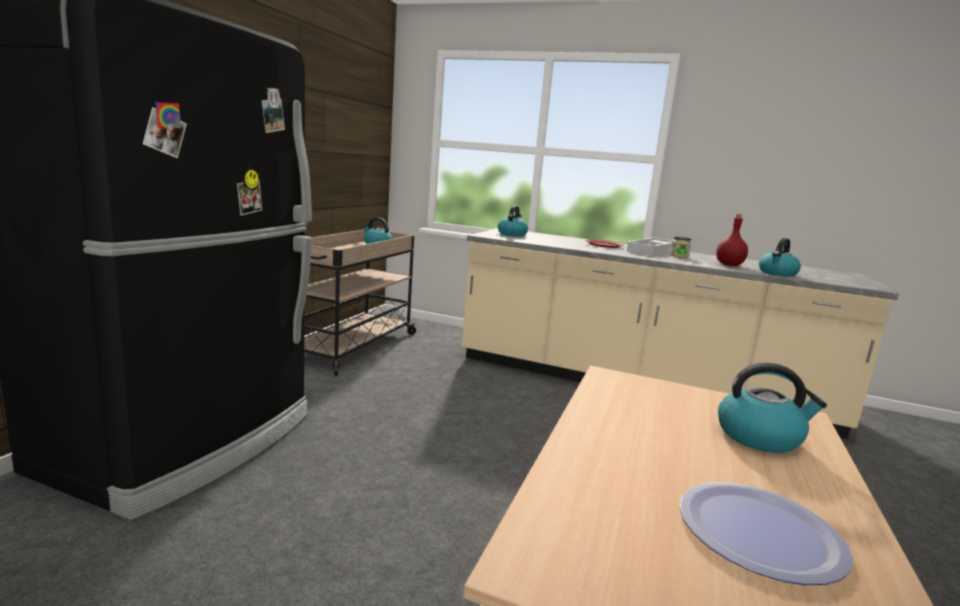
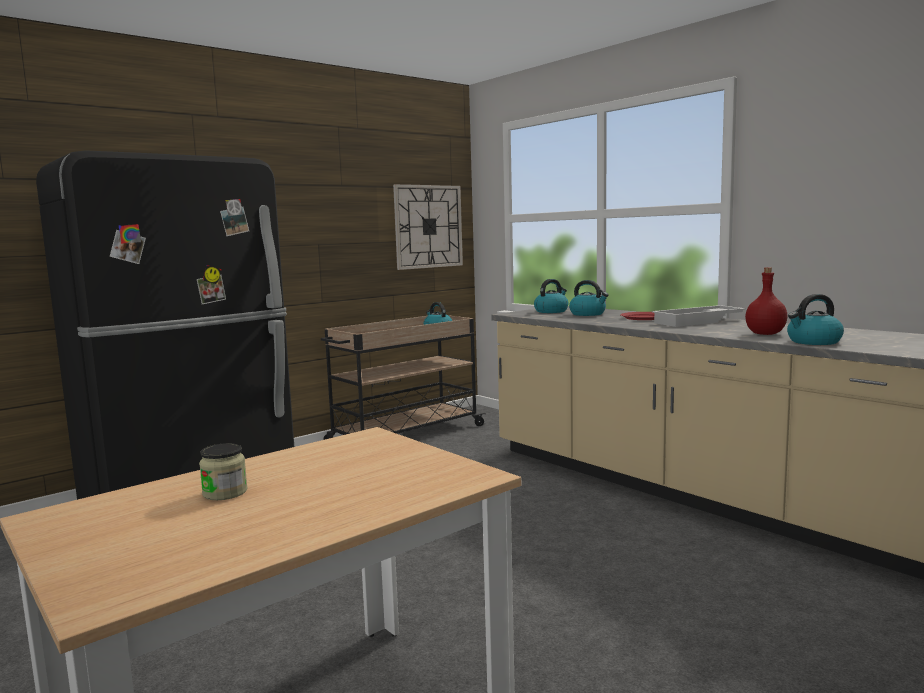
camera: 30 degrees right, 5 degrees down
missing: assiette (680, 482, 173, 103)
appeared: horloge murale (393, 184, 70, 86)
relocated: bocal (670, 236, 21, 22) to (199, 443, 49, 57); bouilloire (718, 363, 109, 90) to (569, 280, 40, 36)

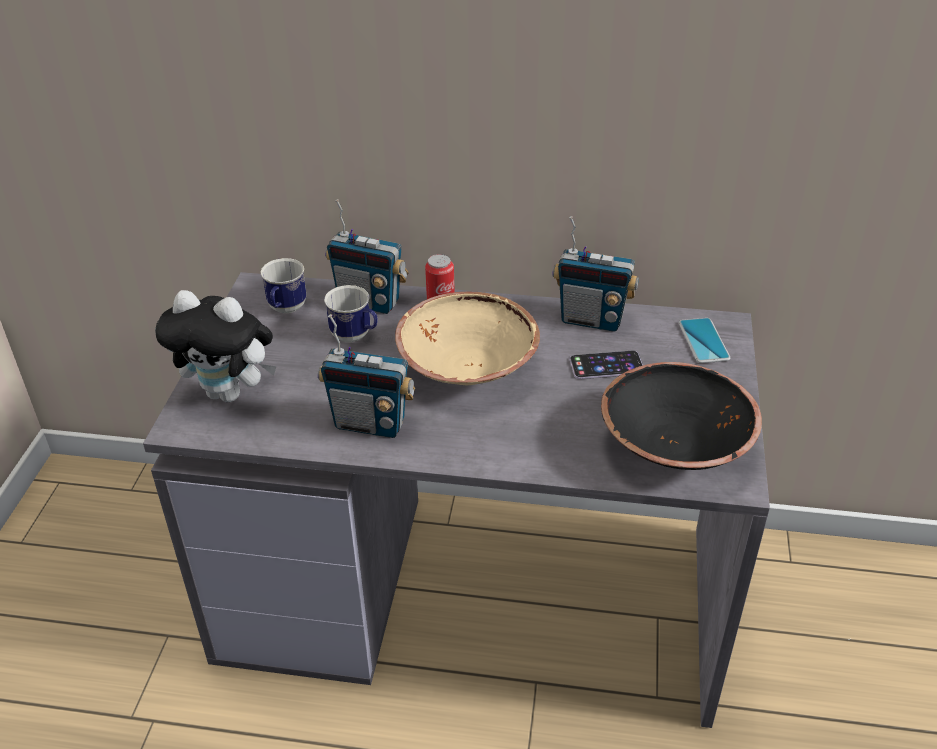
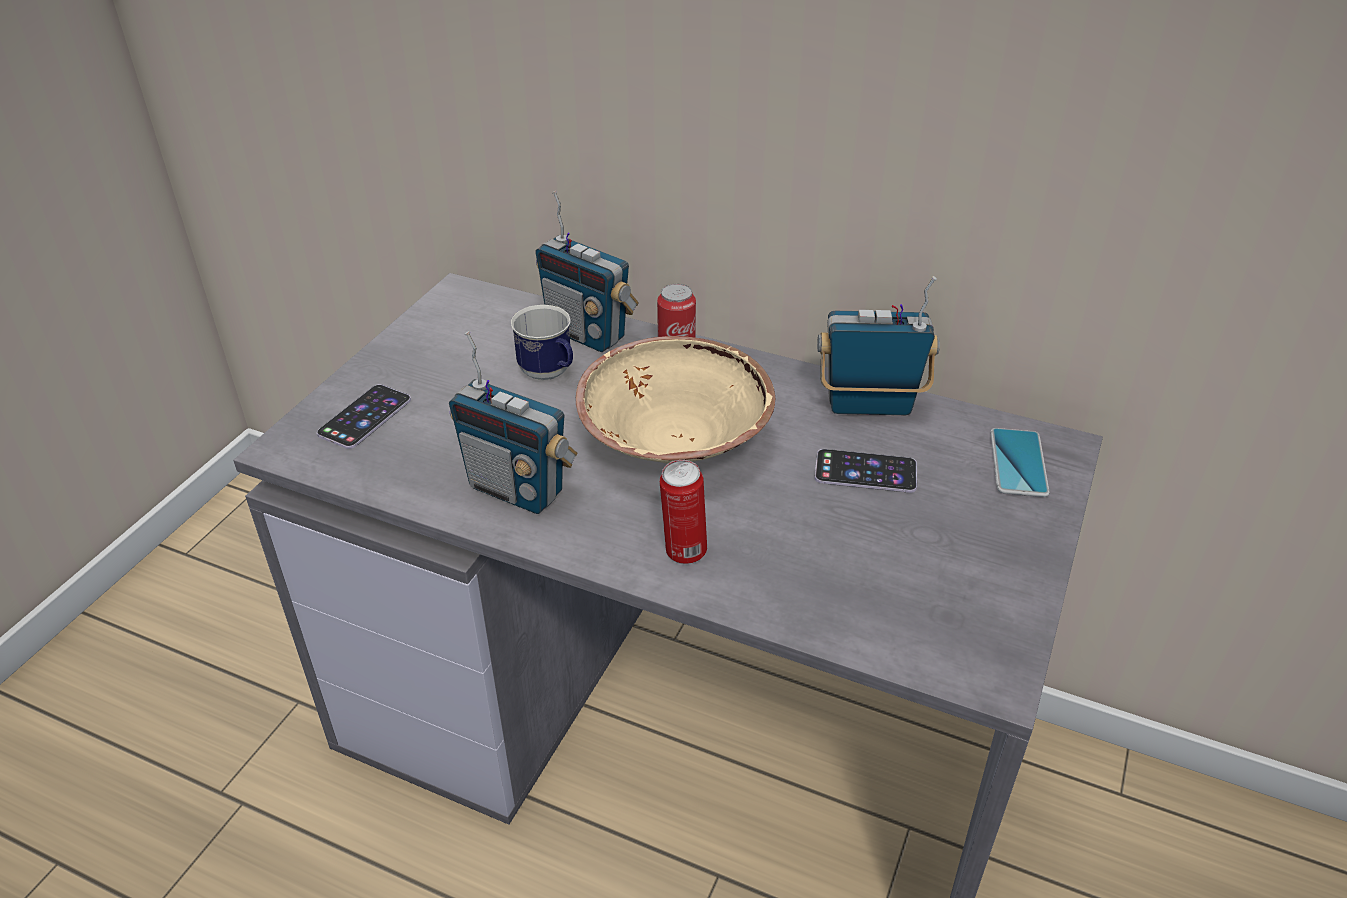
camera: 15 degrees right, 0 degrees up
missing: mug (260, 258, 47, 55); bol/noir (601, 362, 161, 108)
appeared: boîte métallique (660, 460, 47, 104)
exchanged: peluche (155, 290, 122, 112) to téléphone (317, 384, 94, 65)
spun: radio (552, 216, 87, 115) = (817, 276, 123, 139) 150 degrees clockwise

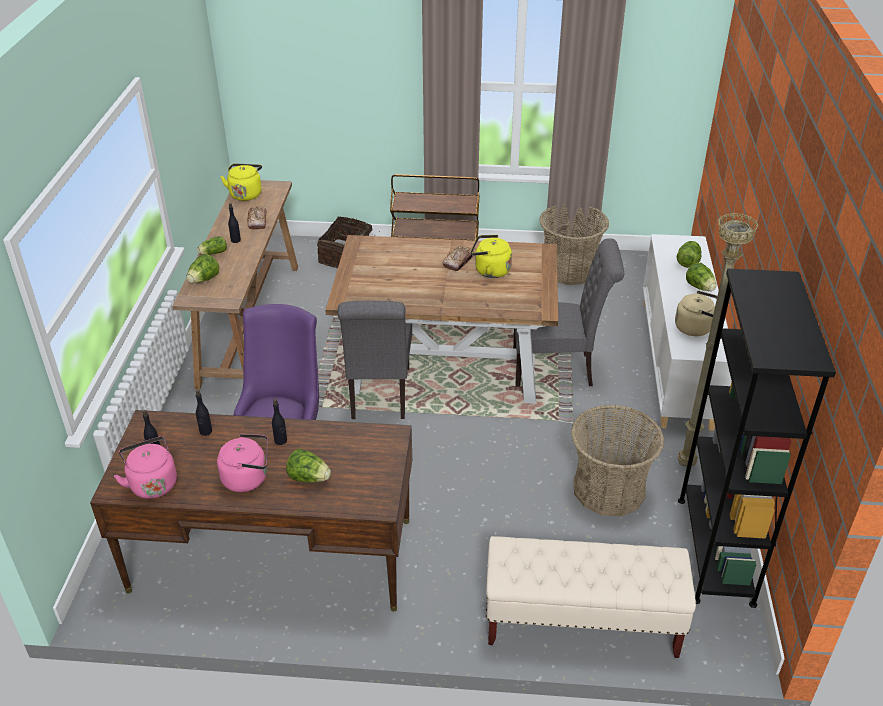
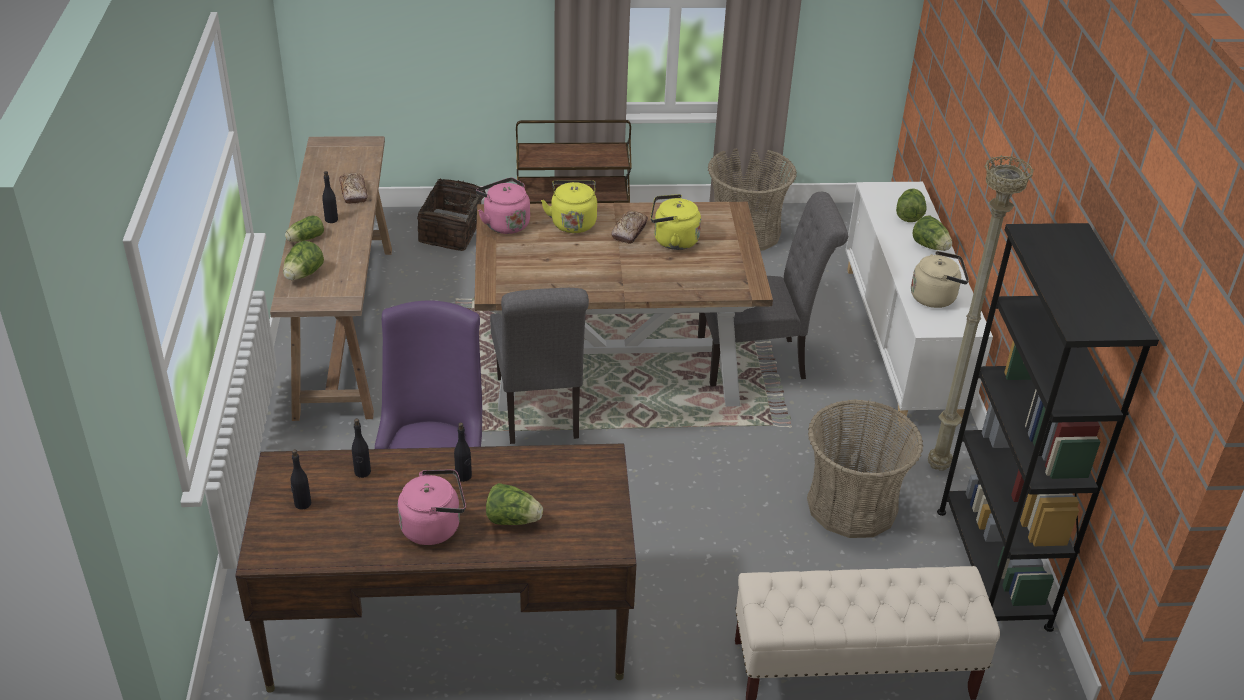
camera: 10 degrees left, 0 degrees up
relocated: bouilloire/jaune (220, 164, 42, 37) to (541, 180, 56, 53); bouilloire/rose (114, 436, 63, 63) to (476, 178, 54, 56)

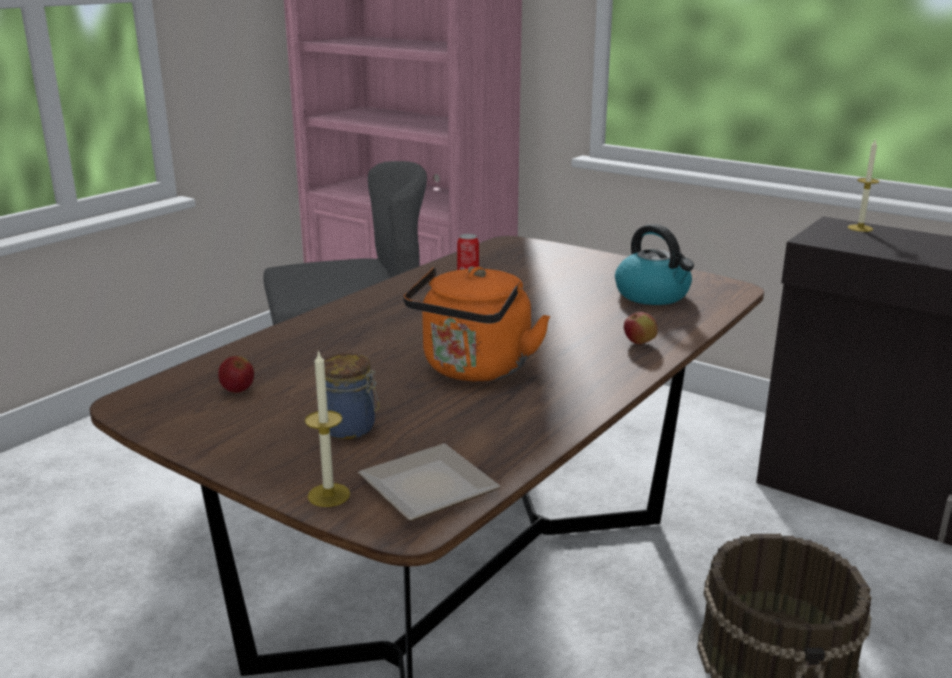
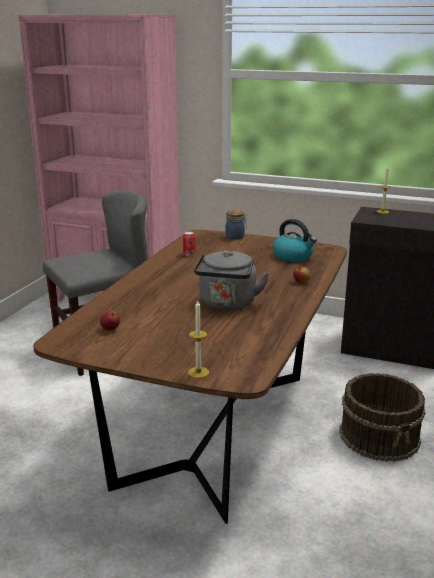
camera: 15 degrees left, 0 degrees up
missing: assiette (358, 444, 142, 77)
relocated: bocal (324, 353, 55, 86) to (225, 210, 22, 30)
colour: bouilloire/orange (403, 266, 147, 115) to bouilloire/gris (194, 250, 75, 61)

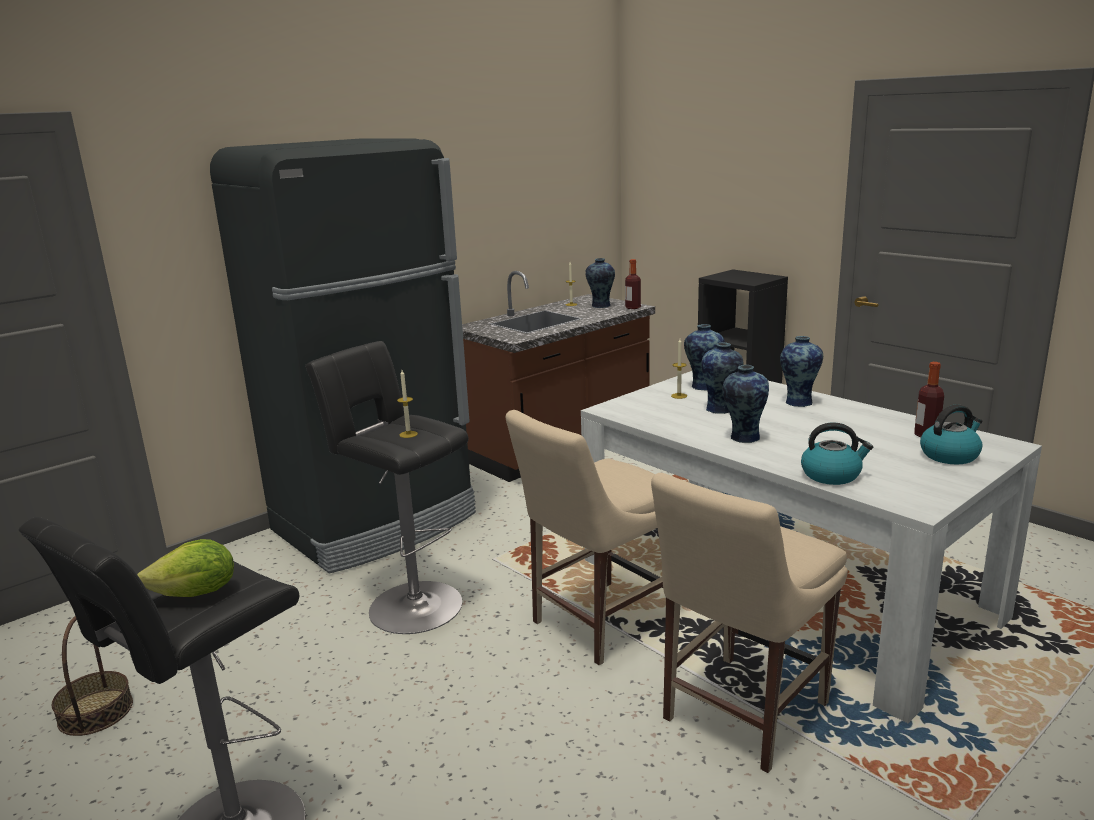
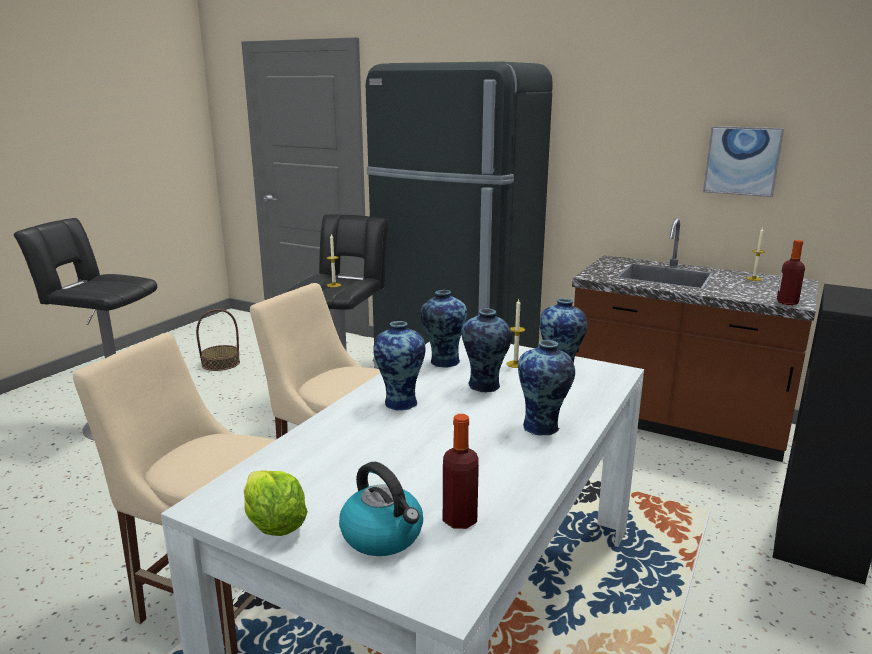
camera: 70 degrees right, 0 degrees up
missing: bouilloire (801, 422, 72, 63)
appeared: tableau (703, 126, 81, 71)
relocated: vase (585, 258, 30, 50) to (420, 290, 47, 78); laitue (137, 539, 97, 58) to (244, 470, 64, 66)

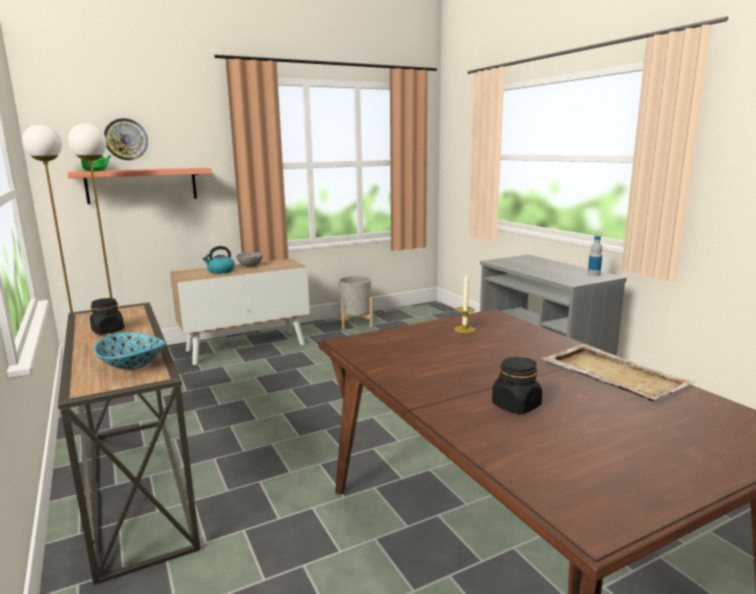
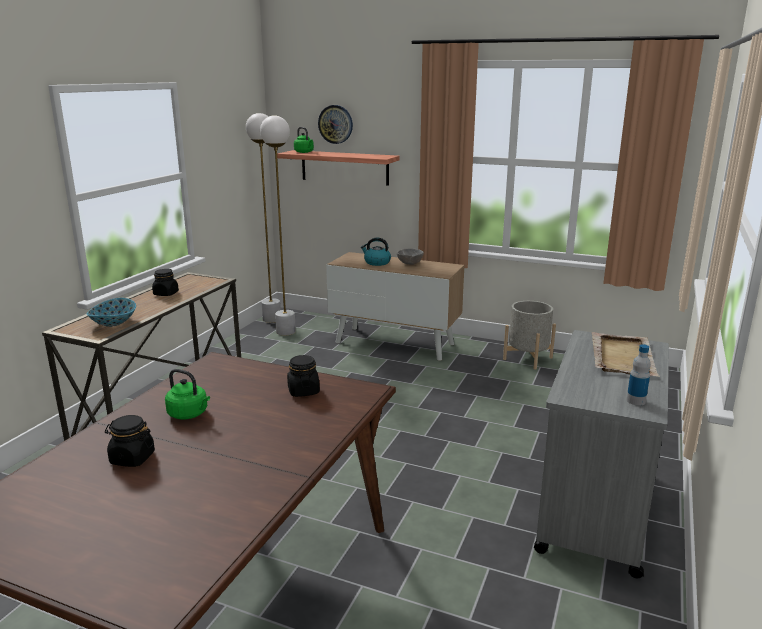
camera: 50 degrees right, 5 degrees up
appeared: bouilloire/vert (165, 369, 45, 51)
relocated: plateau/beige (541, 344, 155, 57) to (592, 332, 68, 45)
exchanged: bougie (454, 273, 22, 60) to bocal/noir (287, 355, 33, 42)

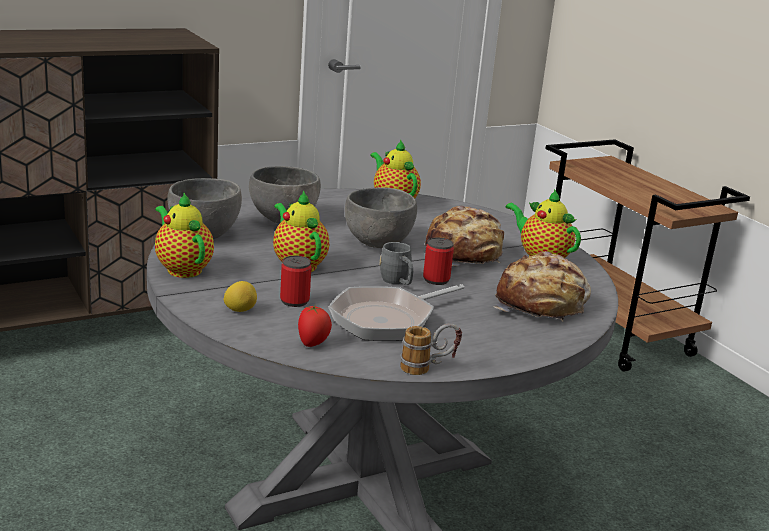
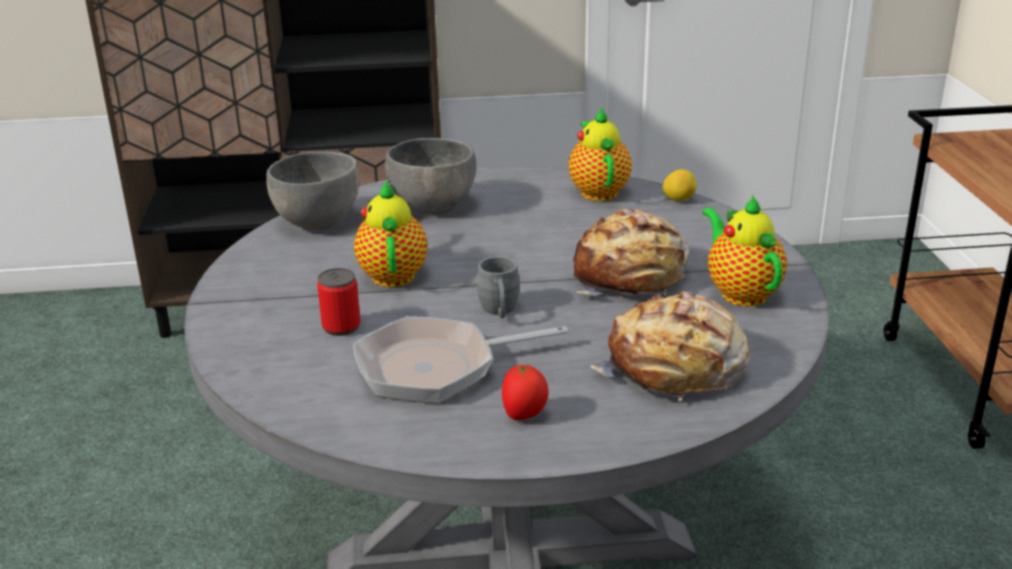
camera: 25 degrees right, 5 degrees up
missing: bol/gris (345, 187, 72, 61); théière (155, 193, 59, 85); boîte métallique (423, 238, 31, 47); mug (400, 323, 62, 52)
relocated: citron (223, 281, 34, 31) to (662, 169, 35, 32); tomate (298, 305, 34, 42) to (502, 364, 46, 56)

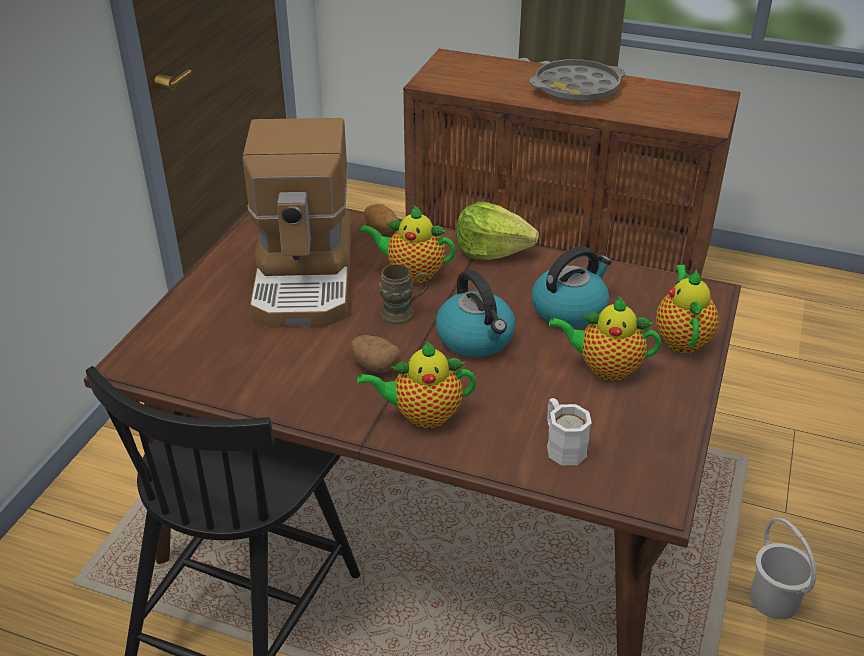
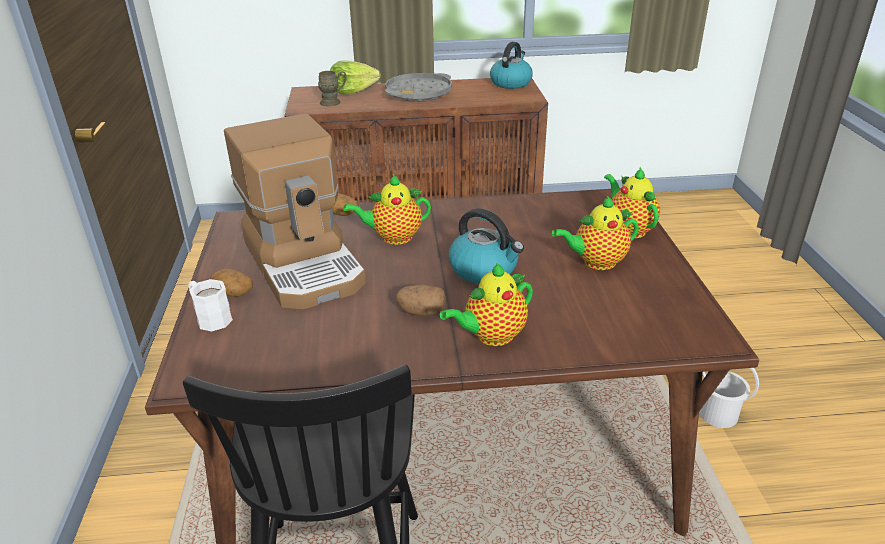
camera: 25 degrees left, 5 degrees down
appeared: pomme de terre (211, 268, 42, 29)
relocated: laitue (456, 202, 83, 58) to (330, 60, 51, 34); bouilloire (532, 246, 80, 83) to (490, 42, 43, 47); mug/marron (379, 264, 50, 61) to (318, 71, 28, 35); mug/blanc (547, 398, 45, 67) to (188, 279, 45, 53)

